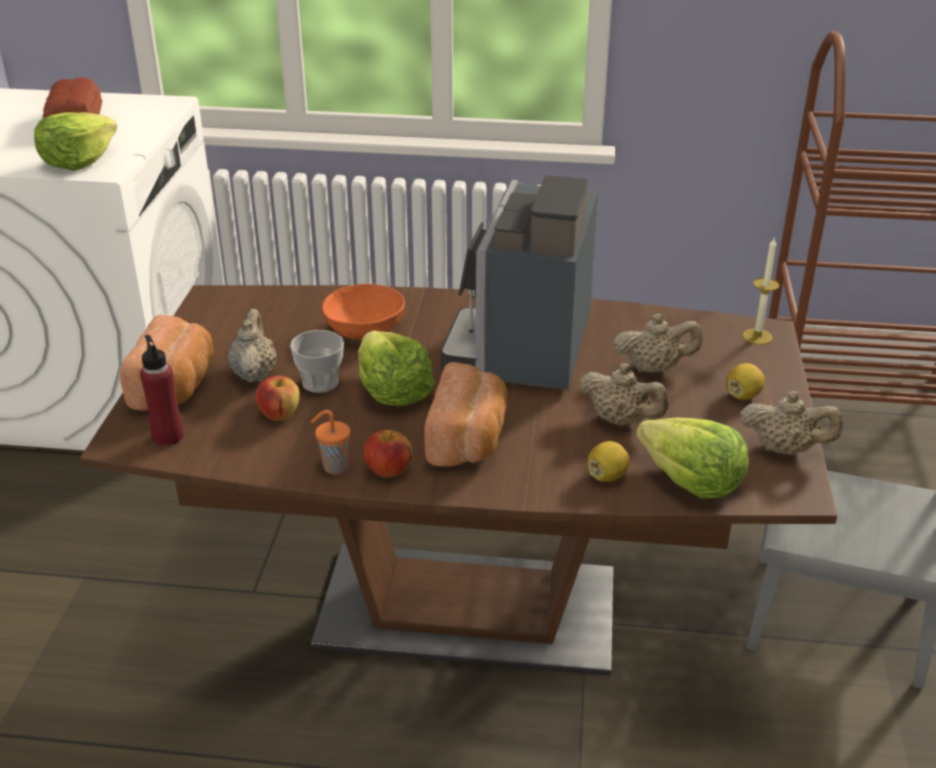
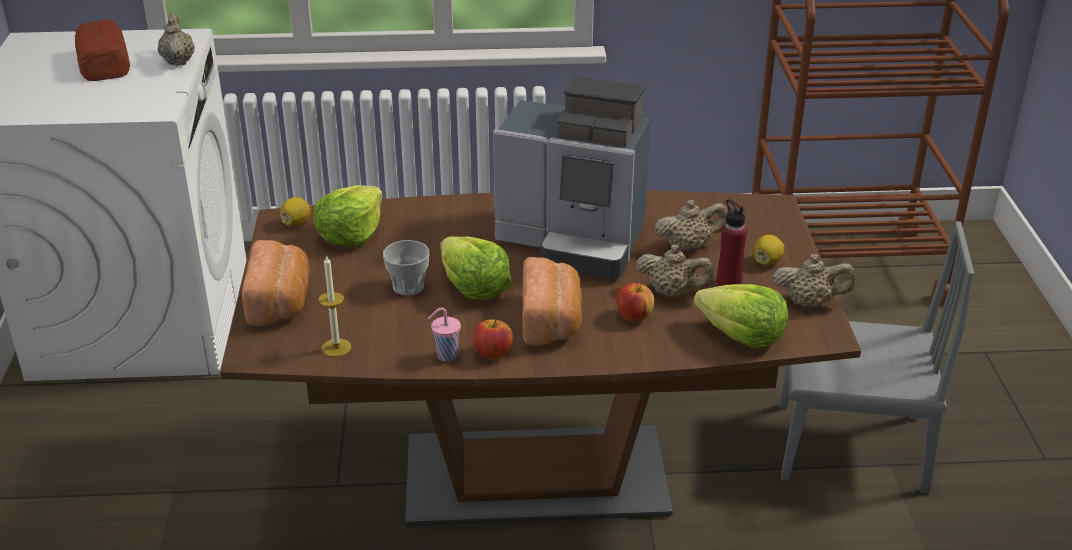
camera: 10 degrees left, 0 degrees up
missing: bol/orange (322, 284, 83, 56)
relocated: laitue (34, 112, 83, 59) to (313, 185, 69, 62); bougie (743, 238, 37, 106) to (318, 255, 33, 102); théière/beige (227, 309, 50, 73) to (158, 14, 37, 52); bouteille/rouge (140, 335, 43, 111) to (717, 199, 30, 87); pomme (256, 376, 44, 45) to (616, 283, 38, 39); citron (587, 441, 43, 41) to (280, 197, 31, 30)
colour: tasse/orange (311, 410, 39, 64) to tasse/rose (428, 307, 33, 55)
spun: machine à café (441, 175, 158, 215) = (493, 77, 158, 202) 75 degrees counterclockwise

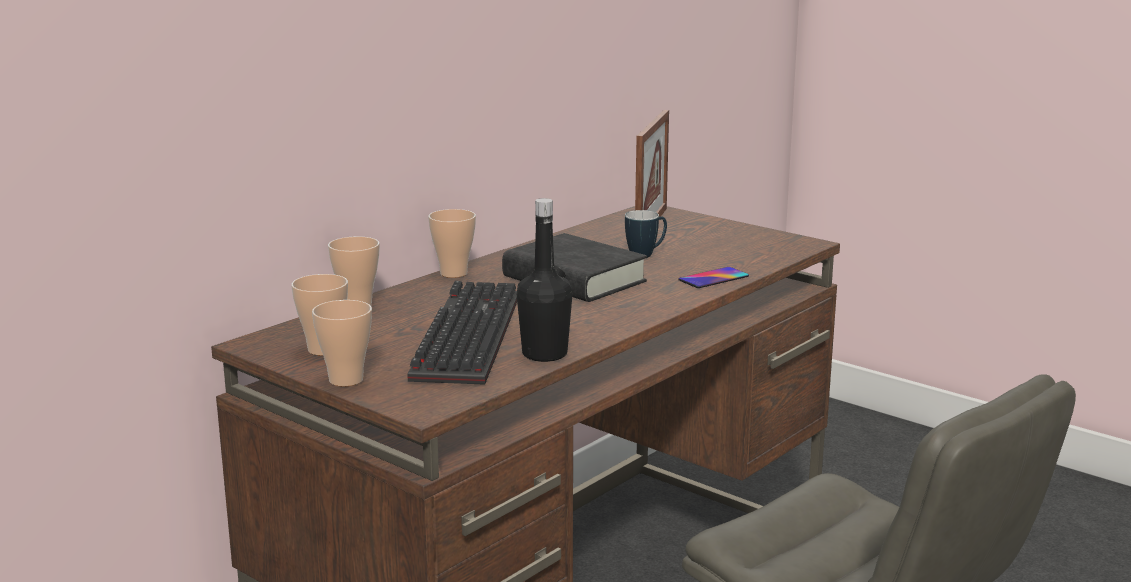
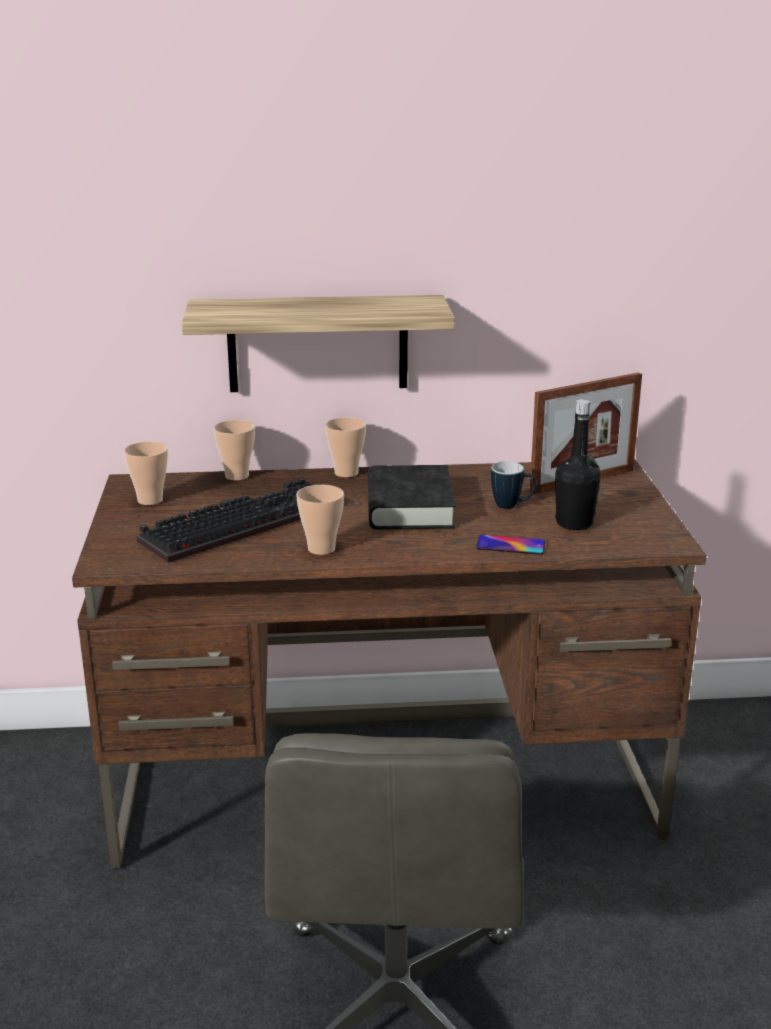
camera: 45 degrees right, 5 degrees up
appeared: étagère (181, 295, 274, 97)
relocated: bouteille/noir (517, 198, 56, 164) to (555, 399, 46, 131); tasse (312, 300, 60, 86) to (296, 485, 48, 70)

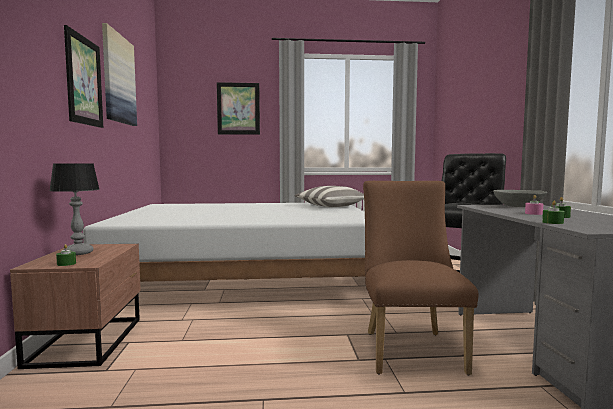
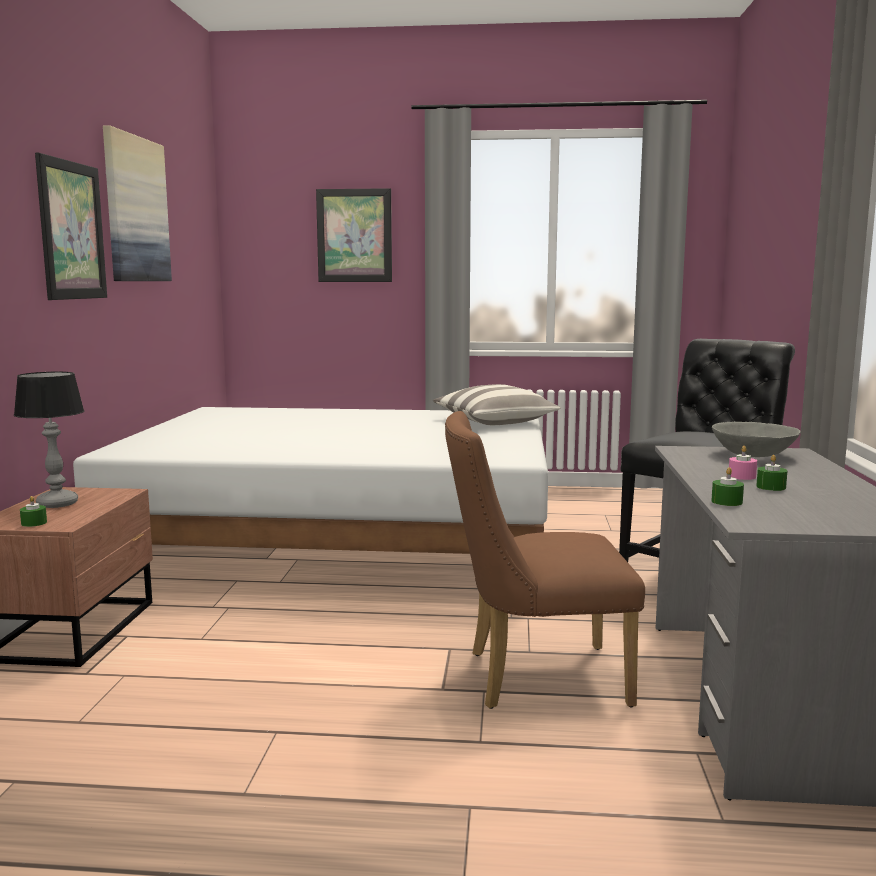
camera: 10 degrees right, 5 degrees up
spun: chaise/marron (363, 181, 115, 194) = (445, 411, 200, 298) 105 degrees counterclockwise

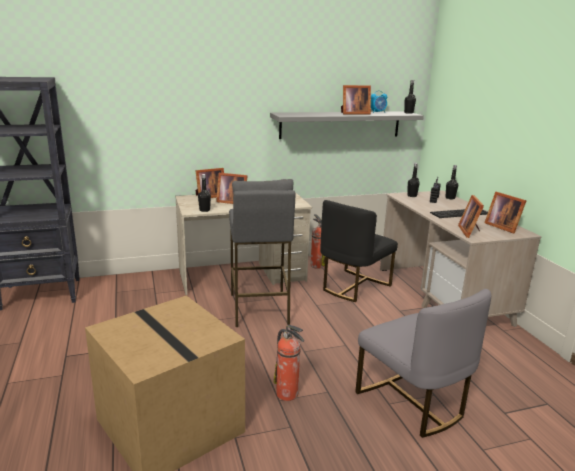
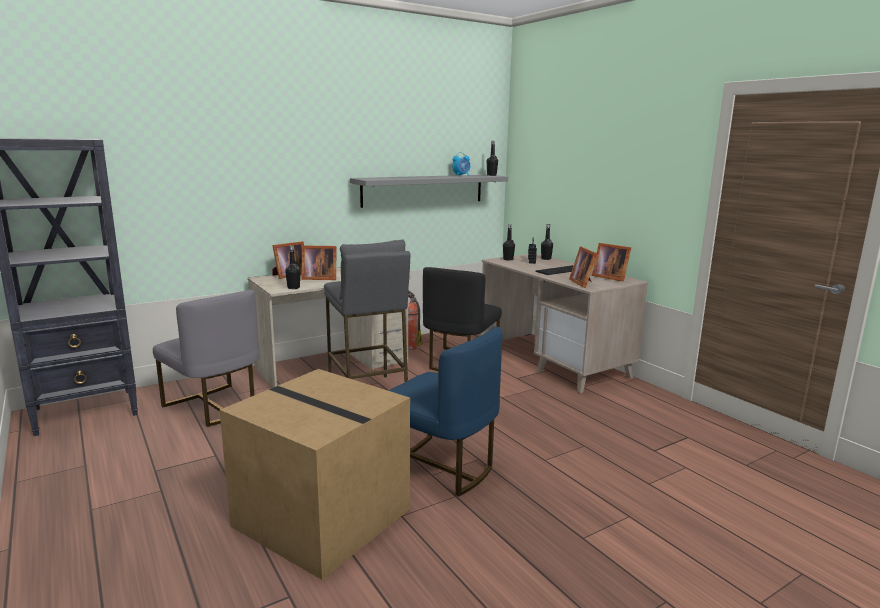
camera: 15 degrees left, 5 degrees down
missing: cadre photo (341, 85, 30, 30)
relocated: chaise/gris (355, 289, 136, 149) to (153, 290, 106, 137)
exchanged: extincteur (274, 325, 30, 76) to chaise/bleu (388, 326, 115, 171)

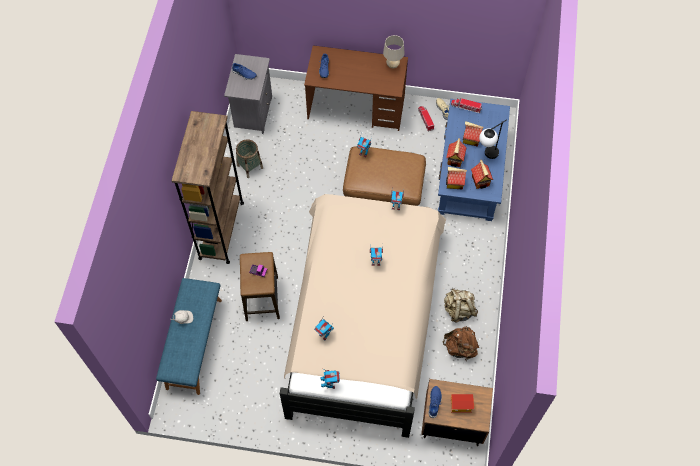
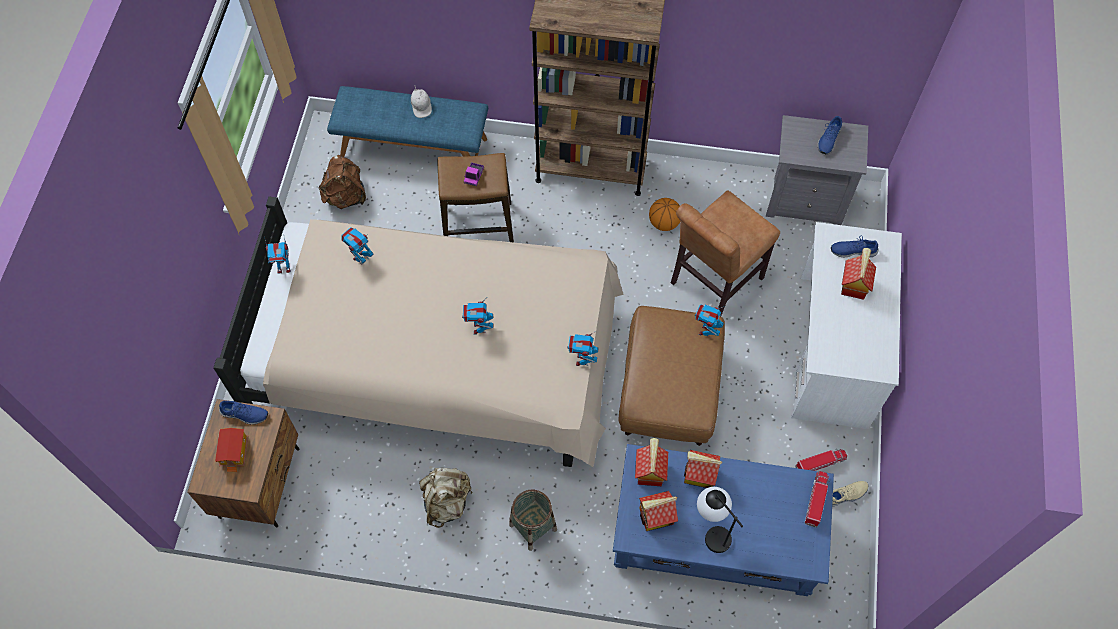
camera: 90 degrees right, 0 degrees up
missing: lampe de table/beige (383, 35, 22, 33)
appeared: chaise/marron (671, 190, 109, 126); ballon de basket (649, 198, 31, 33)
relocated: maison miniature (463, 121, 21, 26) to (841, 248, 35, 52); panier (236, 139, 27, 39) to (509, 489, 48, 62); sac à dos/marron (443, 326, 36, 34) to (319, 155, 47, 54)
colour: bureau/marron (304, 45, 104, 86) to bureau/blanc (791, 222, 111, 207)

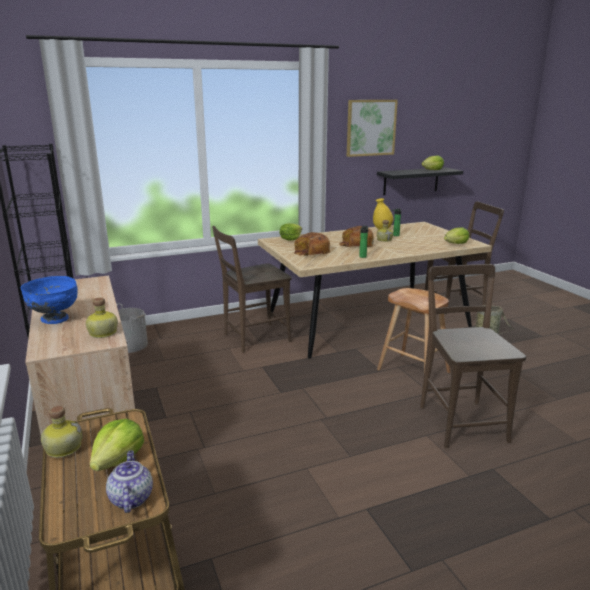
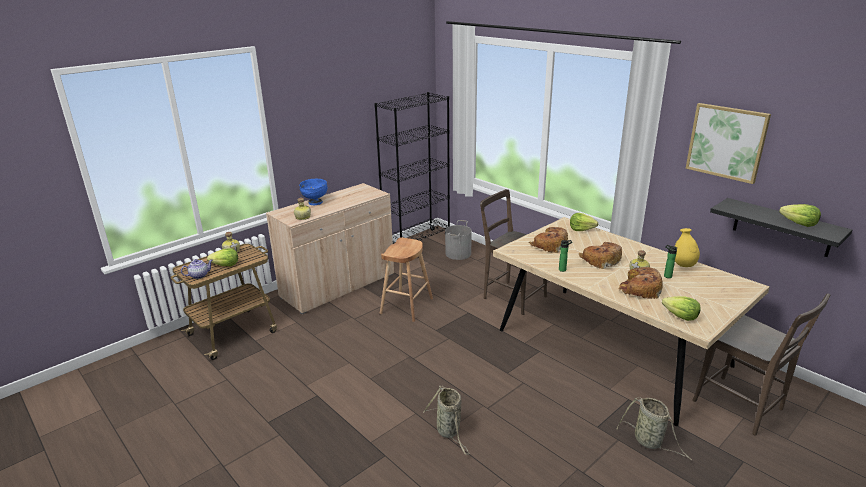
camera: 70 degrees right, 5 degrees up
appeared: pain (618, 267, 45, 32)
relocated: tabouret/marron (377, 288, 74, 85) to (380, 237, 53, 85)
exchanged: chaise/marron (420, 264, 106, 185) to panier (423, 386, 46, 69)

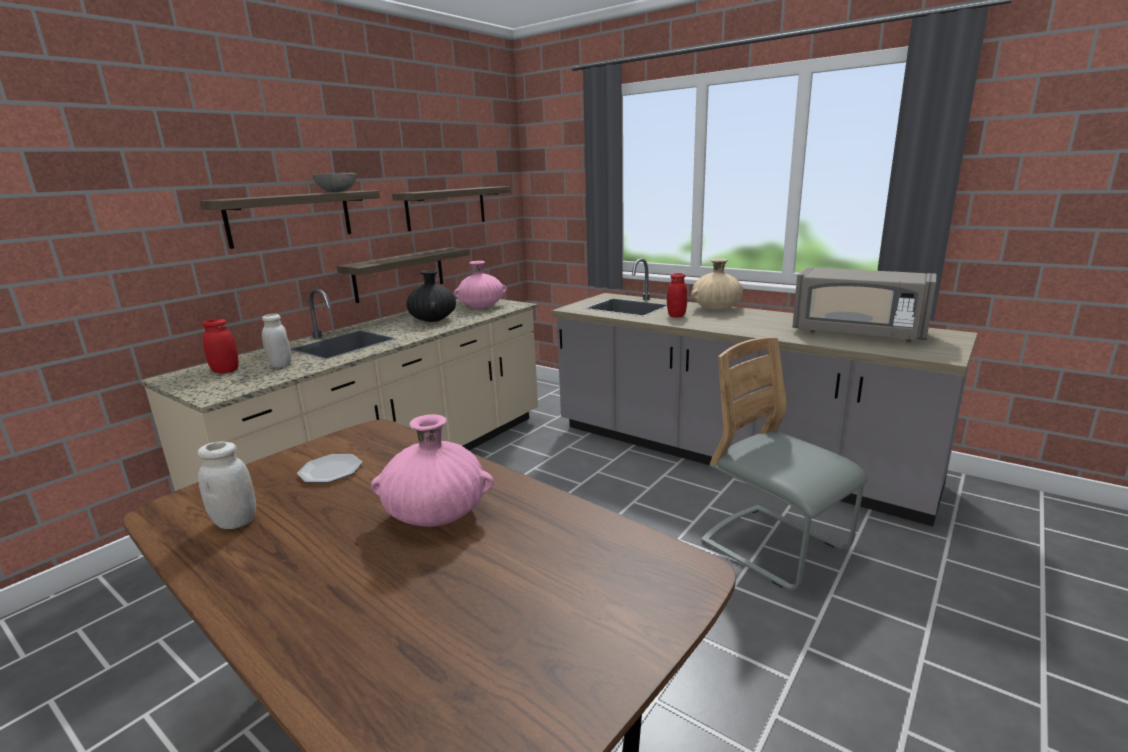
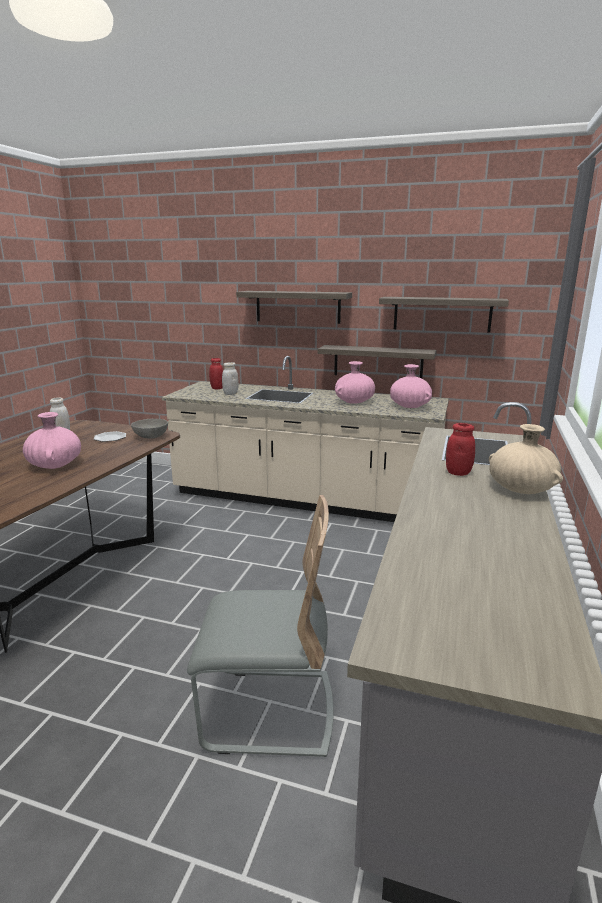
camera: 70 degrees right, 0 degrees up
missing: micro-ondes/gris (792, 268, 145, 74)
relocated: bol/gris (312, 173, 45, 19) to (131, 419, 37, 20)
colour: vase/noir (406, 270, 50, 52) to vase/rose (335, 361, 40, 43)
spun: chaise/gris (701, 337, 167, 253) = (187, 495, 146, 262) 60 degrees clockwise

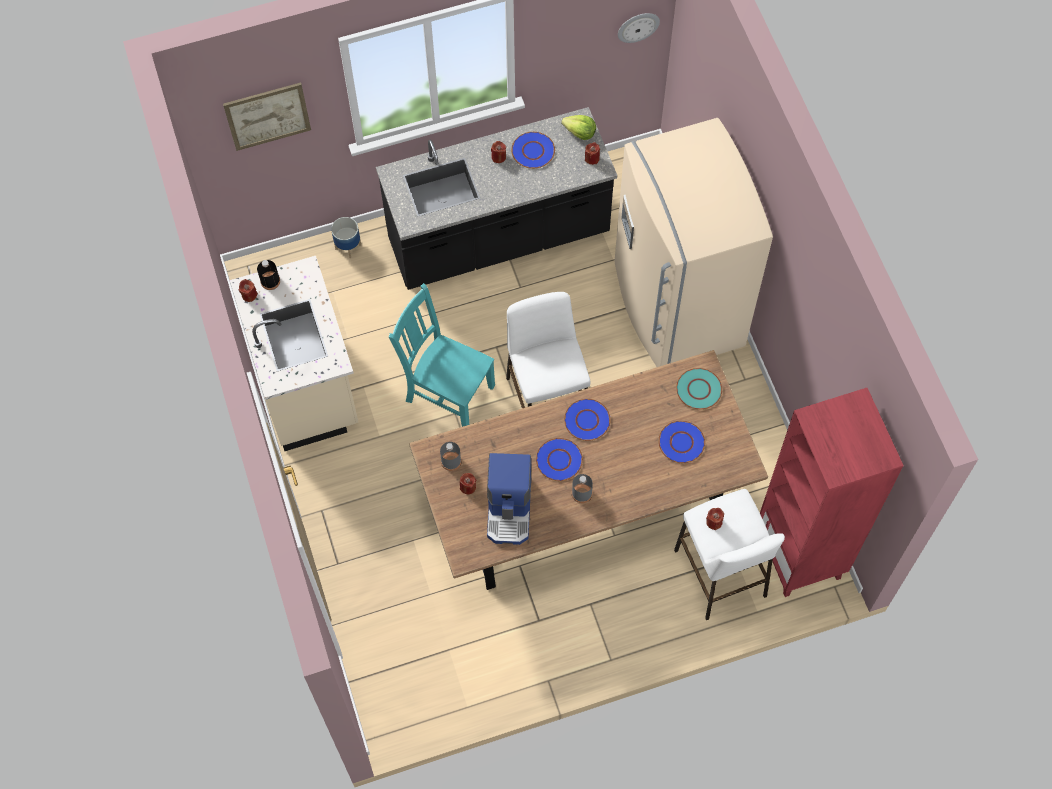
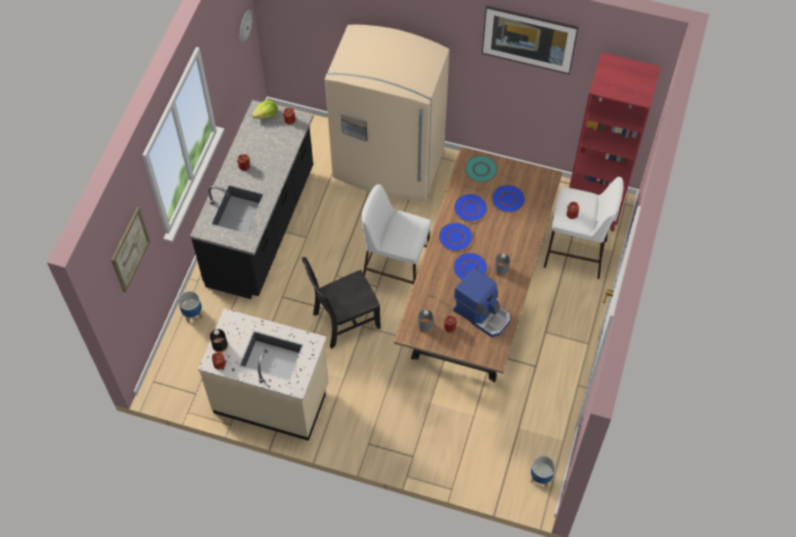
camera: 55 degrees left, 5 degrees down
appeared: tableau (482, 6, 96, 68); cache-pot (531, 456, 24, 32)
relocated: assiette/bleu (511, 132, 44, 37) to (454, 194, 33, 28)
colour: chaise/turquoise (389, 283, 106, 144) to chaise/noir (302, 257, 79, 92)

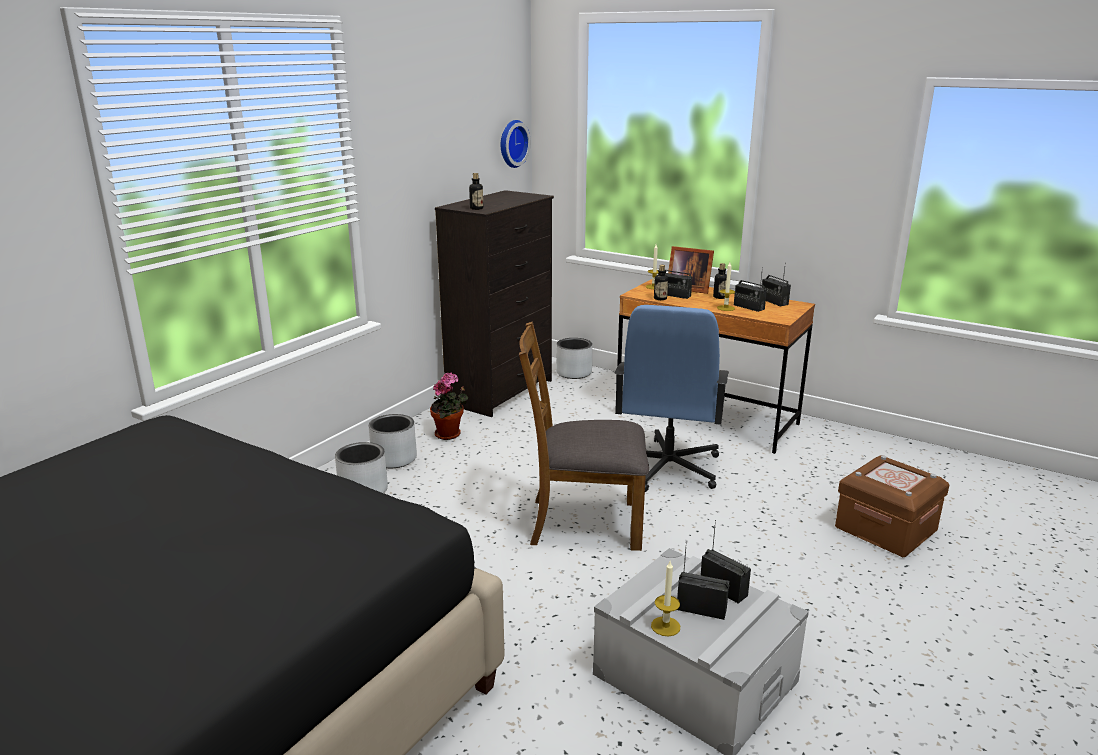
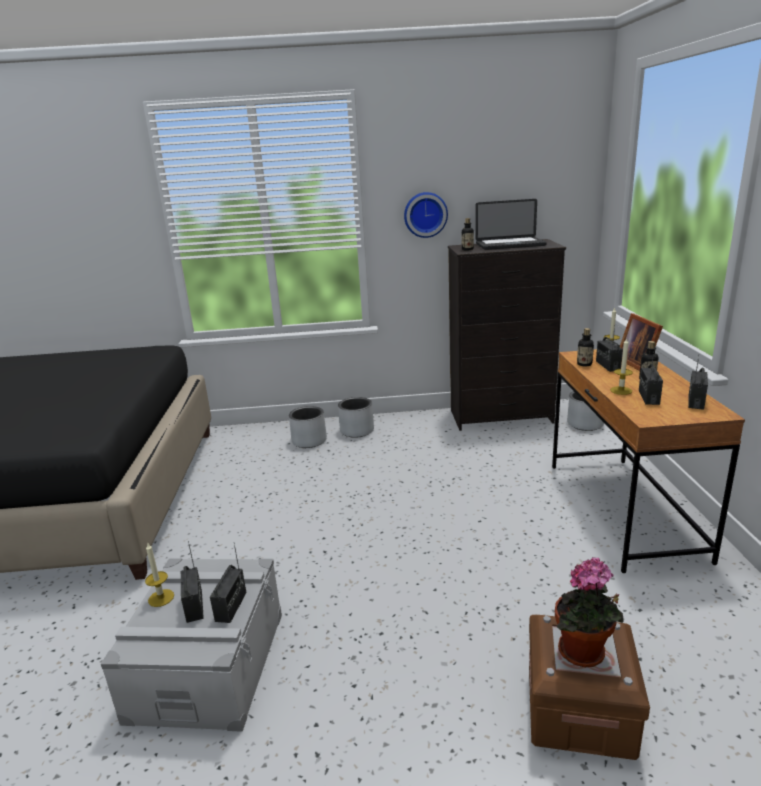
camera: 55 degrees right, 0 degrees up
missing: chaise de bureau/bleu (615, 305, 114, 187); chaise/marron (519, 322, 130, 229)
appeared: ordinateur portable (475, 199, 72, 51)
relocated: horloge murale (501, 120, 30, 48) to (404, 192, 44, 46); plante en pot (430, 372, 38, 68) to (555, 557, 69, 110)

